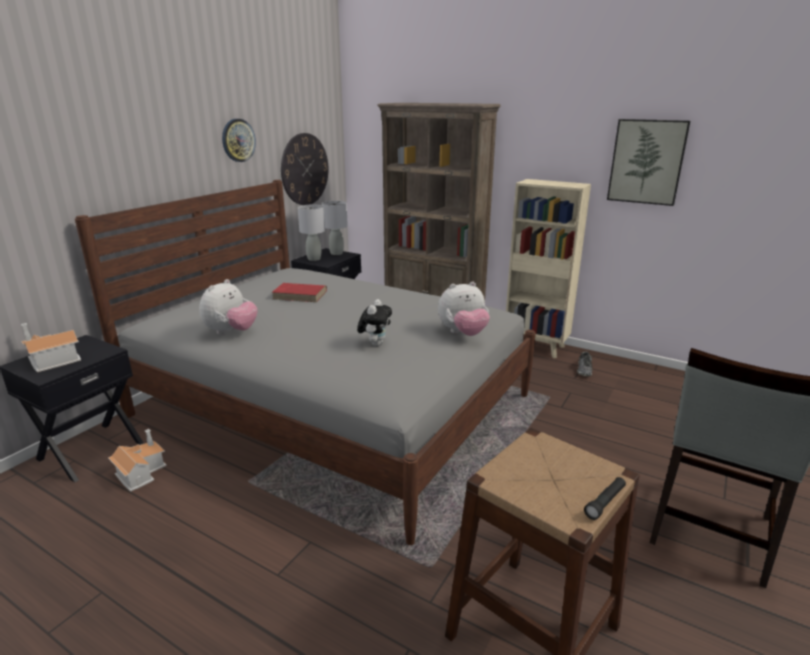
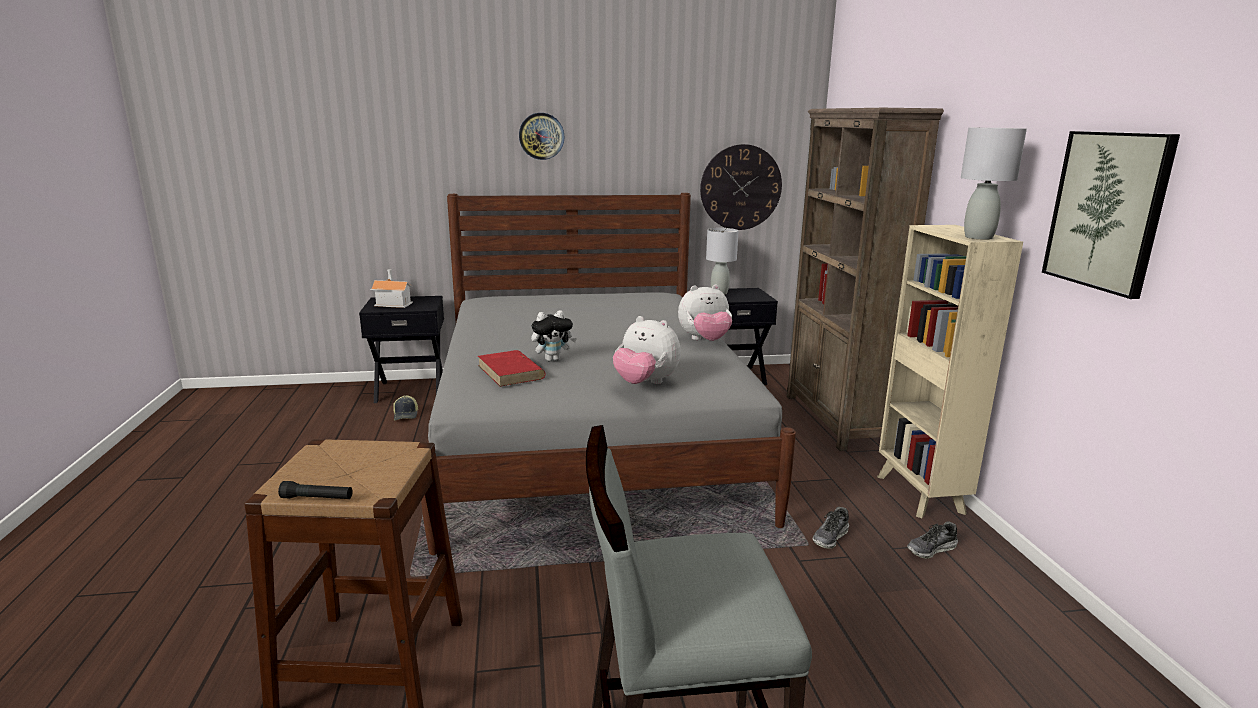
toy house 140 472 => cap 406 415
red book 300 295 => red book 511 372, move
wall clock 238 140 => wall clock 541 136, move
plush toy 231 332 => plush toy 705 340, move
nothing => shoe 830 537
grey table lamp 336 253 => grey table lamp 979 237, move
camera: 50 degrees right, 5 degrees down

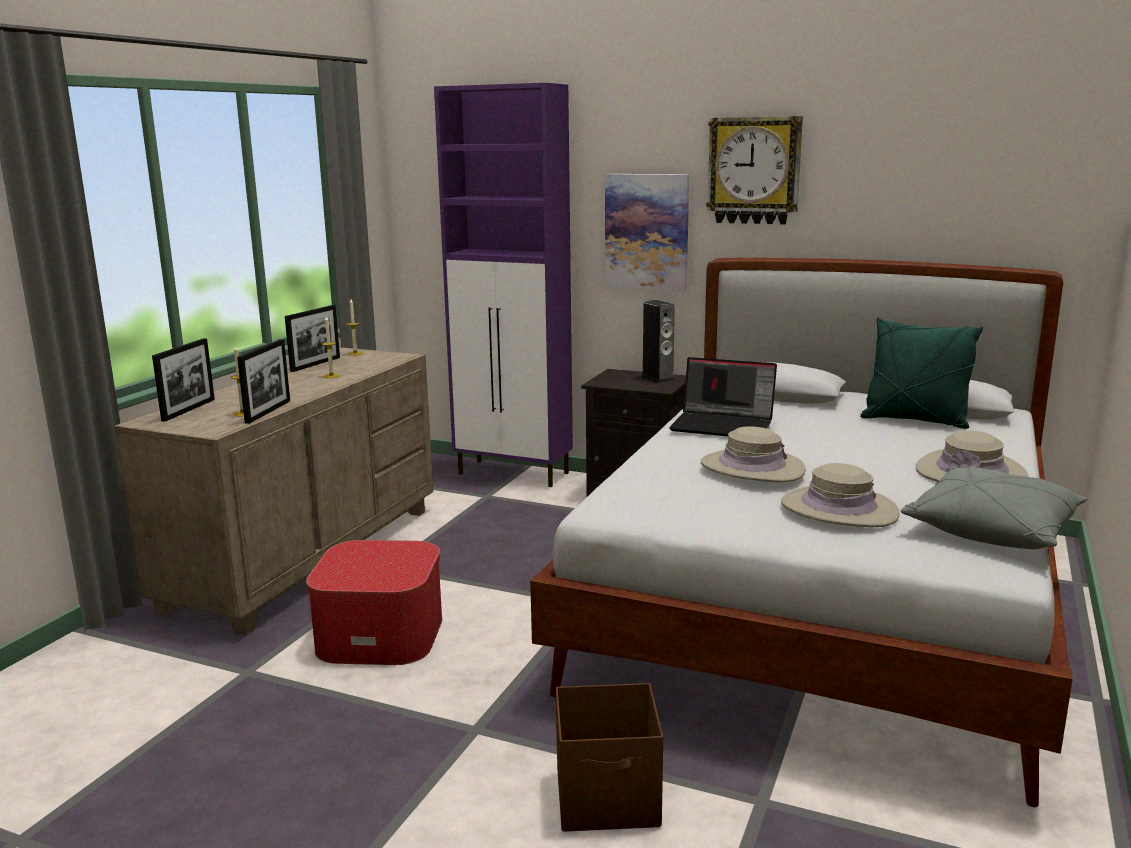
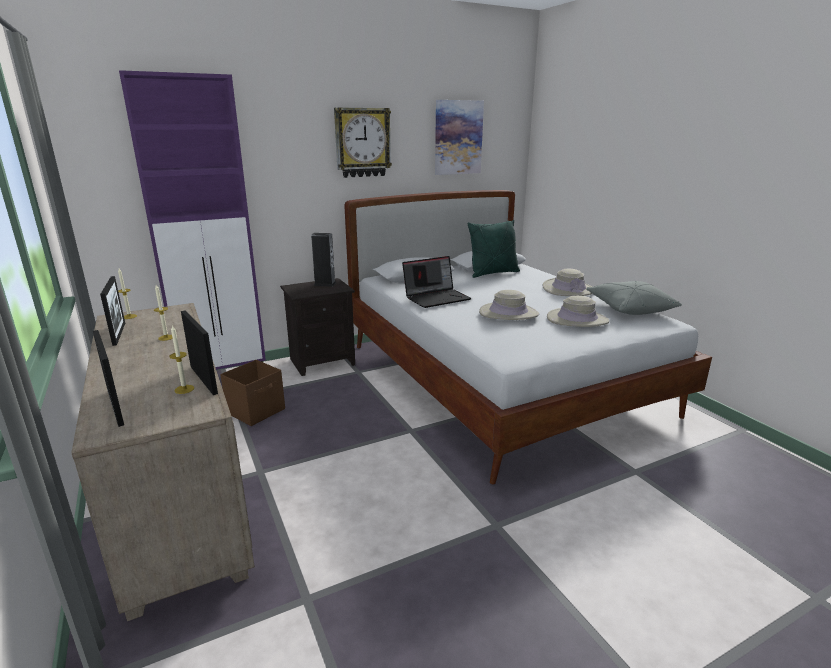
brown storage box 609 799 => brown storage box 257 411, move
picture 647 231 => picture 458 137, move
ottoman 381 634 => nothing
camera: 50 degrees left, 5 degrees up

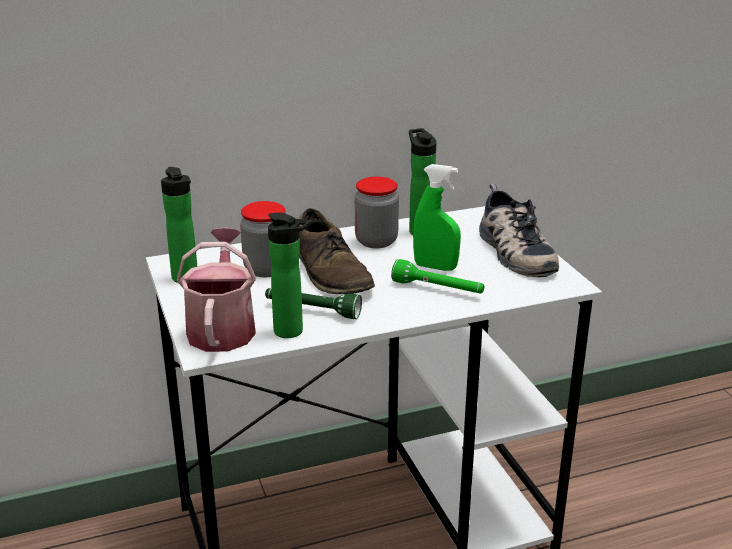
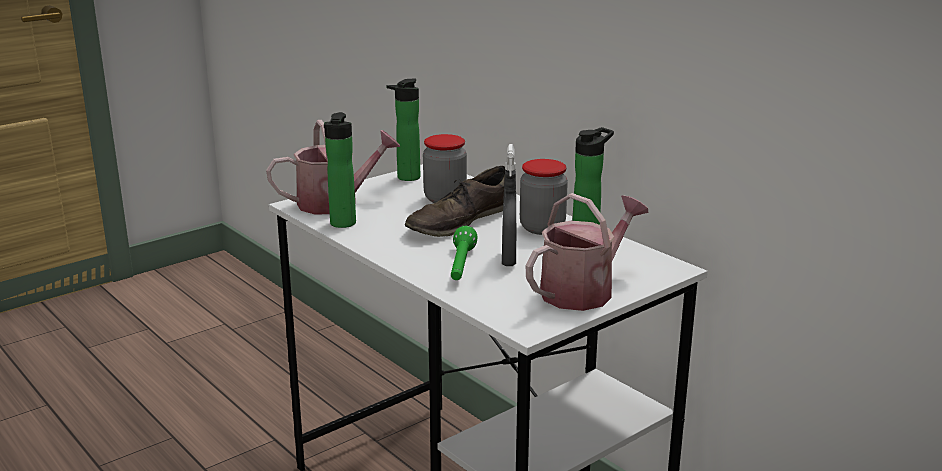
green spray bottle 435 267 => grey spray bottle 508 259
shoe 513 251 => watering can 583 290
green flashlight 312 310 => nothing
camera: 70 degrees right, 5 degrees down

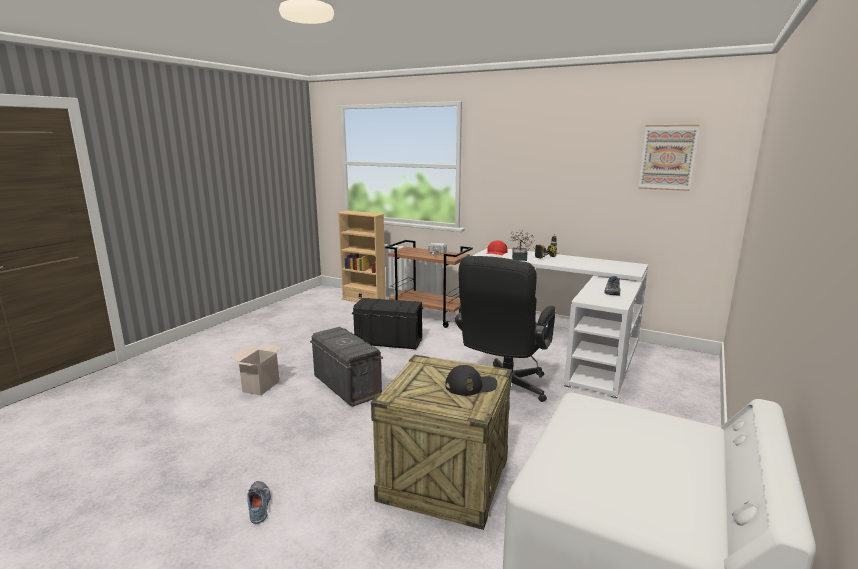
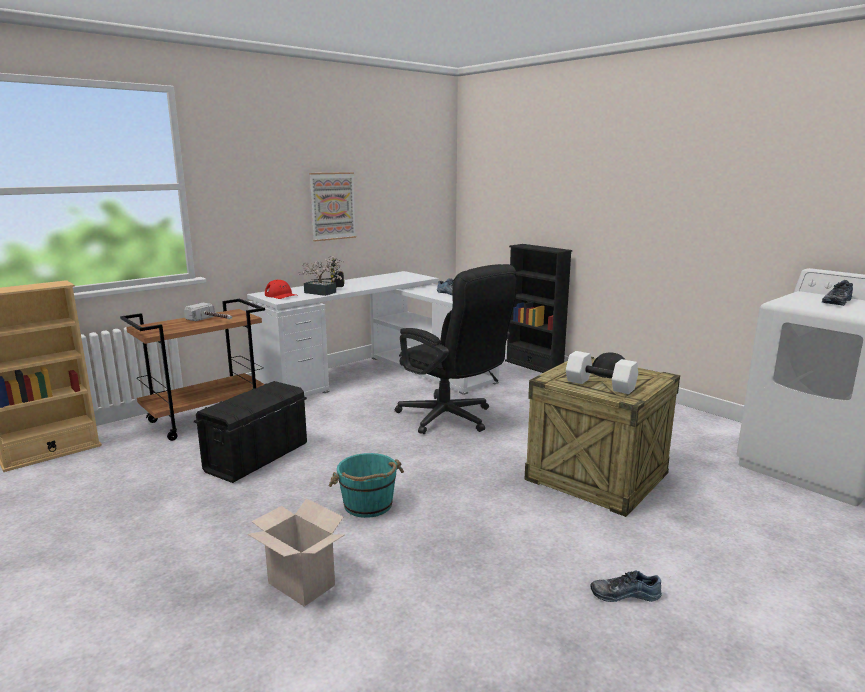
picture 667 157 => picture 332 206, move
grey storage box 347 386 => turquoise bucket 368 505
nothing => black bookcase 534 366
nothing => white dumbbell 599 385
nothing => shoe 836 302
camera: 70 degrees left, 0 degrees up

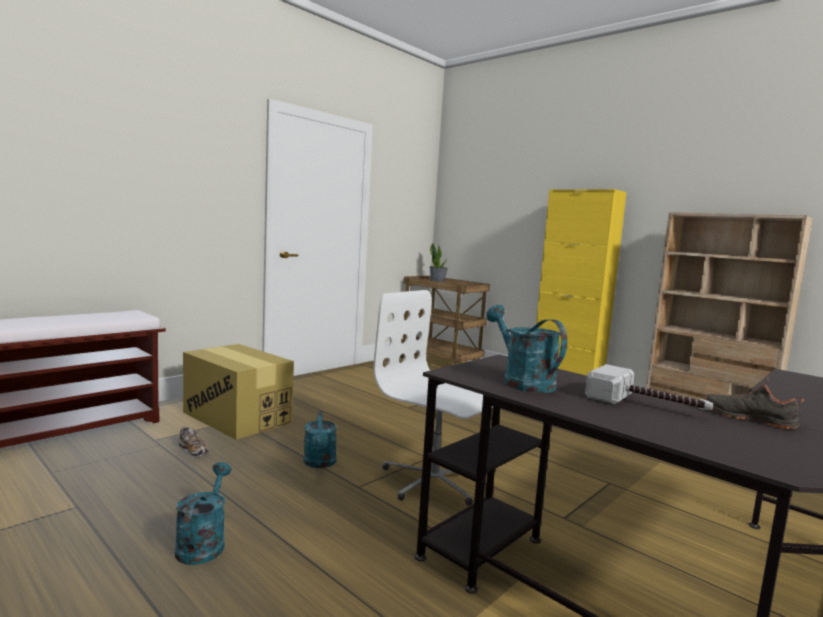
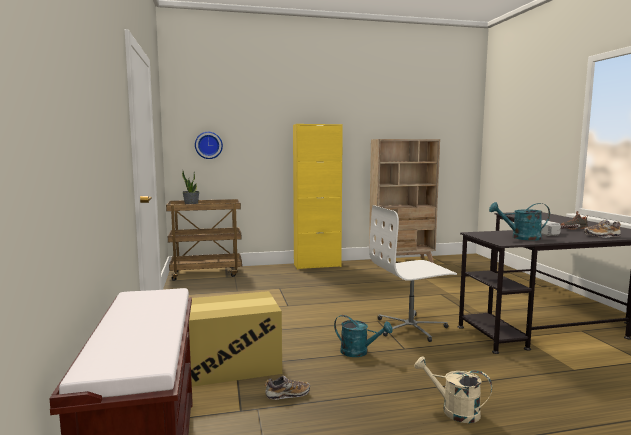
nothing => wall clock 208 145
turquoise watering can 203 543 => beige watering can 453 410
nothing => shoe 602 236
camera: 55 degrees left, 0 degrees up

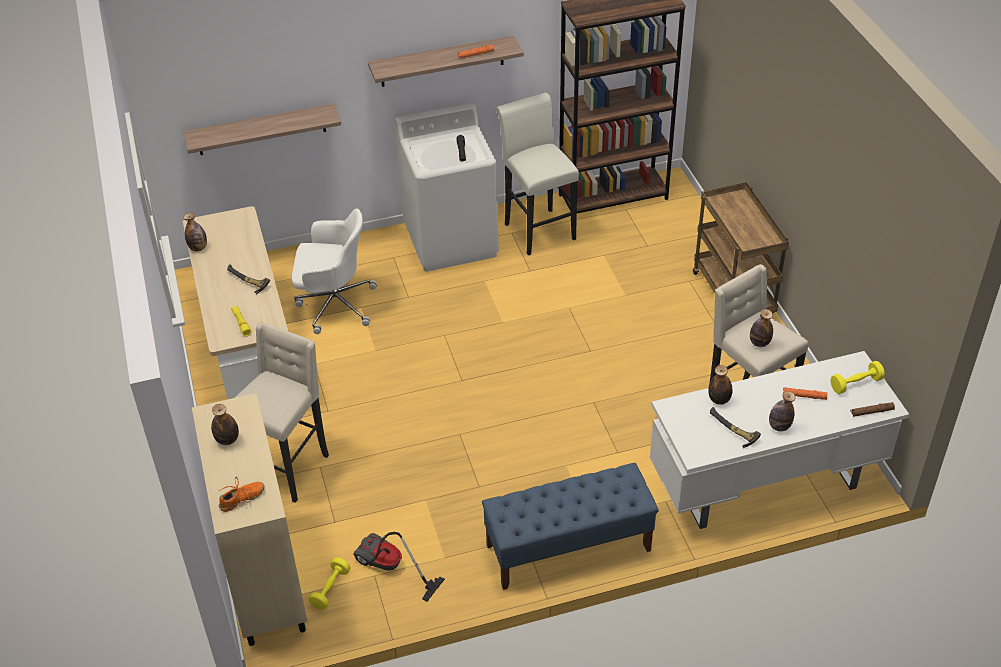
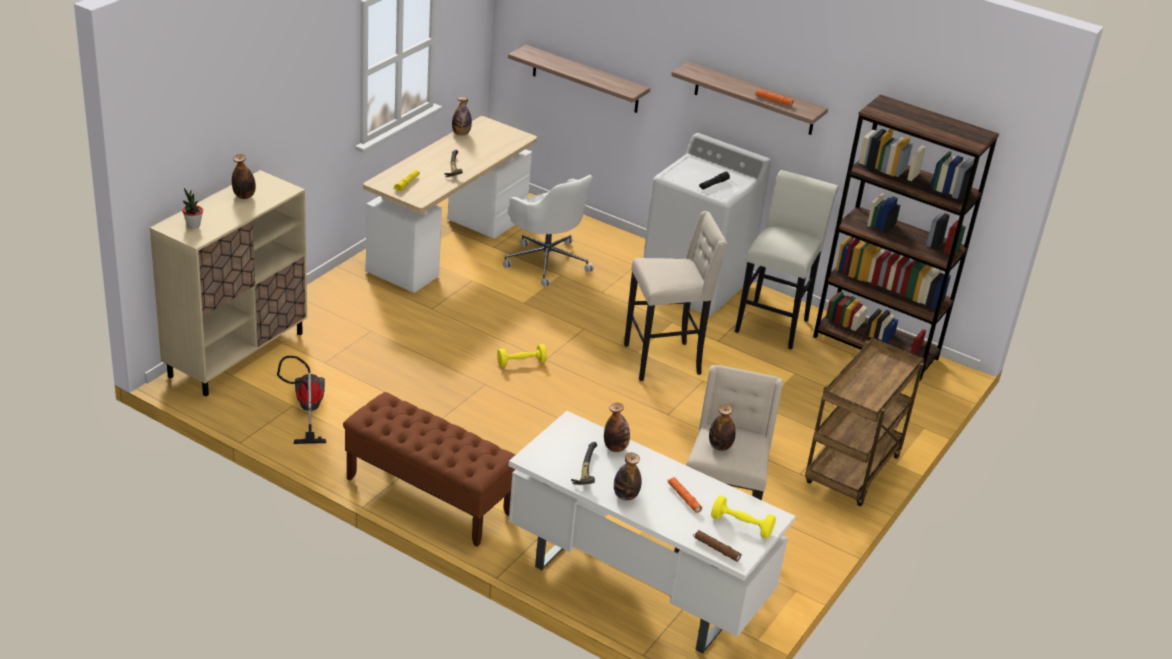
orange shoe 242 499 => potted plant 193 225
blue bench 568 548 => brown bench 428 496
yellow dumbbell 330 589 => yellow dumbbell 521 363, move
beige stool 288 467 => beige stool 664 360, move
camera: 45 degrees right, 10 degrees down

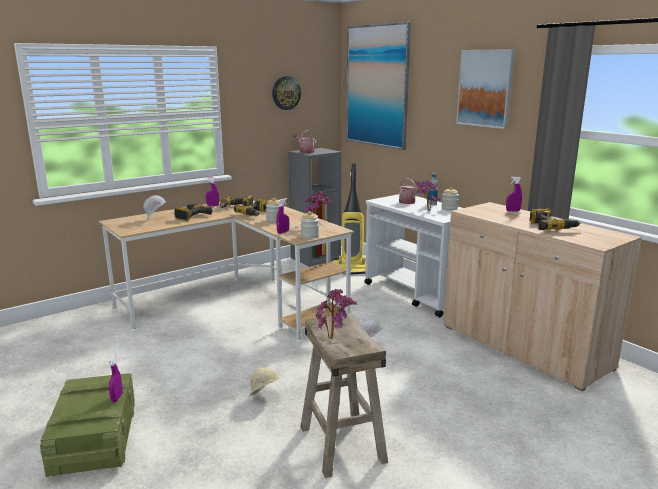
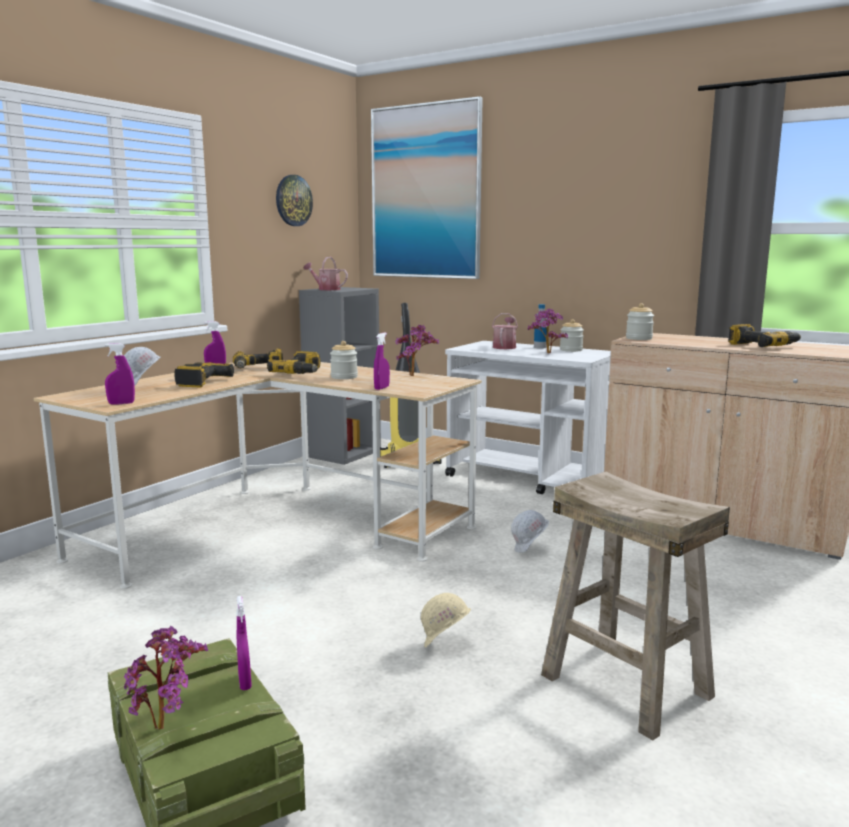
purple spray bottle 512 211 => purple spray bottle 121 403, move
potted plant 334 338 => potted plant 168 727, move
jar 310 235 => jar 639 338, move
picture 485 88 => nothing
camera: 20 degrees left, 5 degrees down

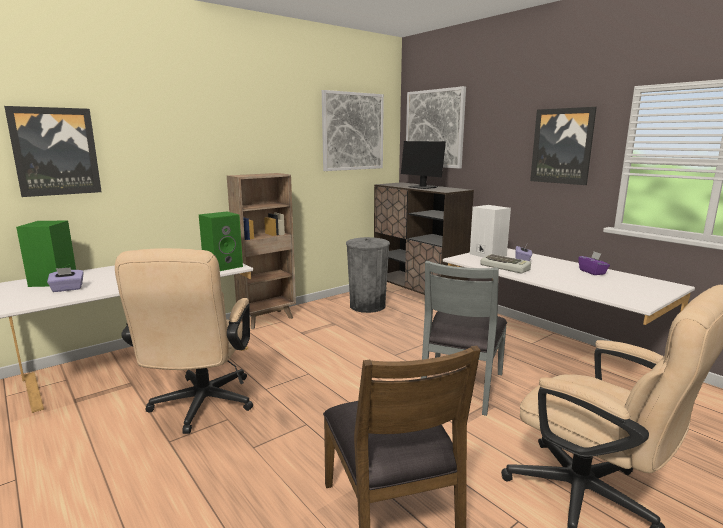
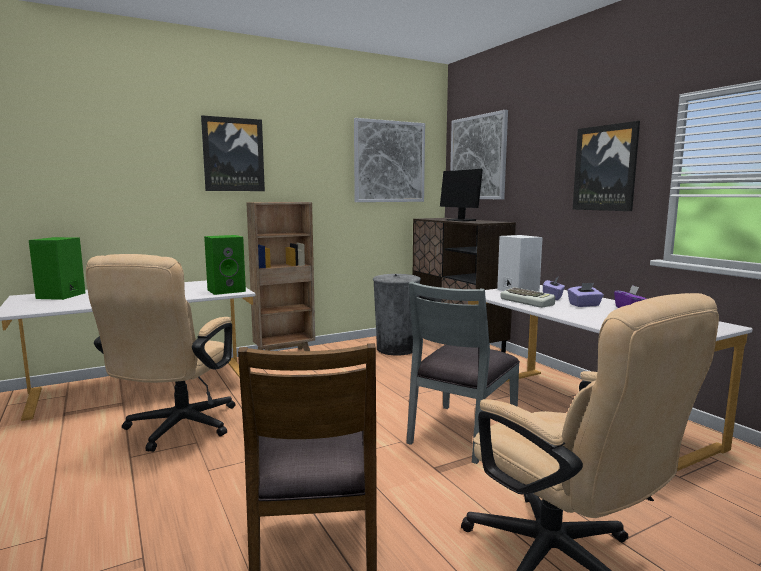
picture 55 151 => picture 233 154, move
purple tissue box 67 289 => purple tissue box 584 305, move
camera: 10 degrees right, 5 degrees down

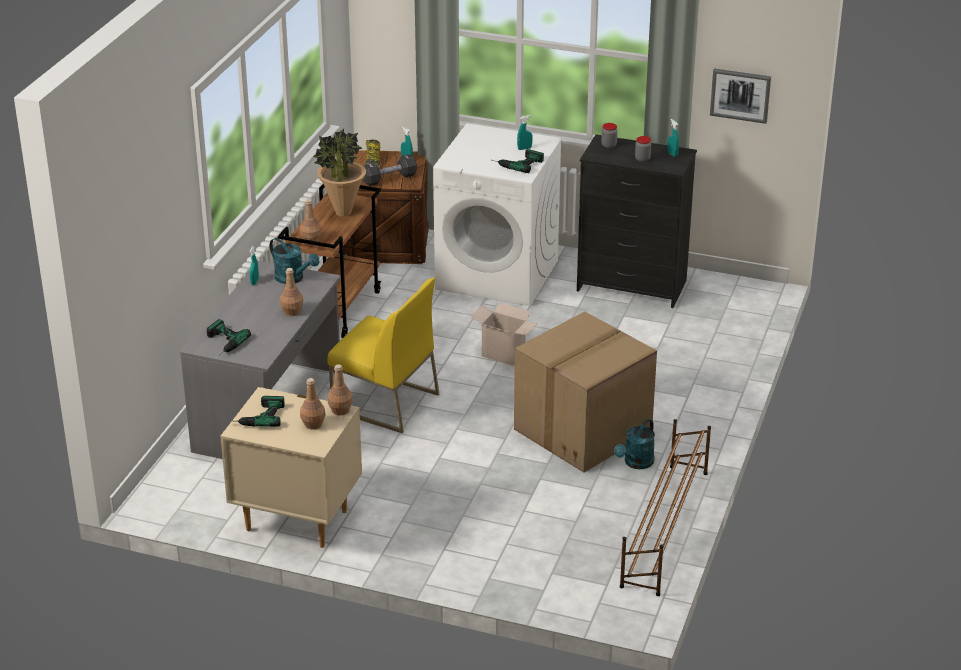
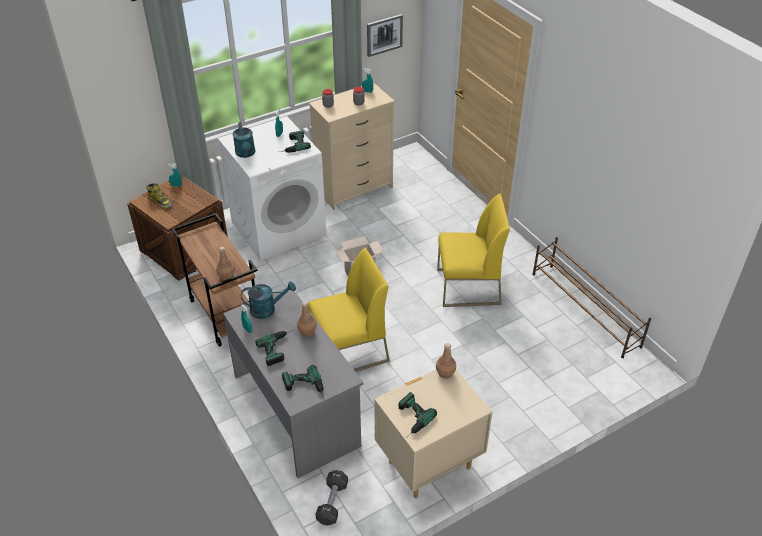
turquoise watering can 636 463 => turquoise watering can 246 154, move
nothing => power drill 279 348
black dresser 631 286 => beige dresser 354 189
black dumbbell 389 179 => black dumbbell 332 502, move
cardboard box 582 432 => yellow chair 468 287
brown bottle 313 424 => nothing
potted plant 343 212 => nothing
camera: 50 degrees left, 10 degrees up

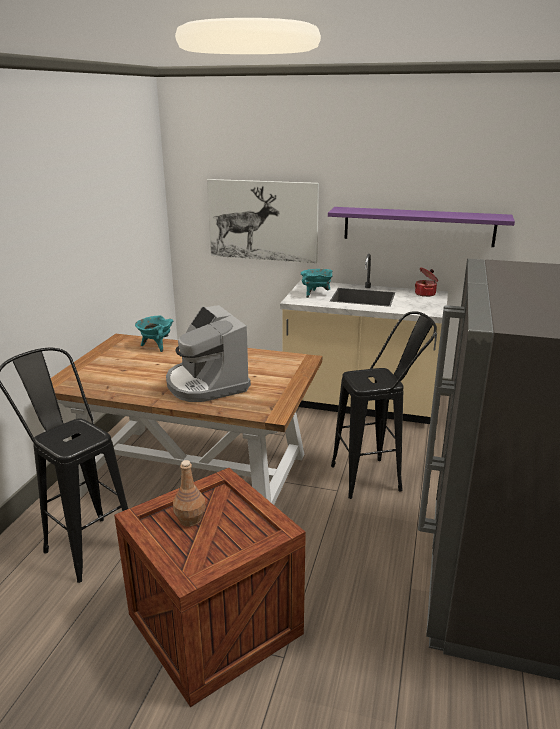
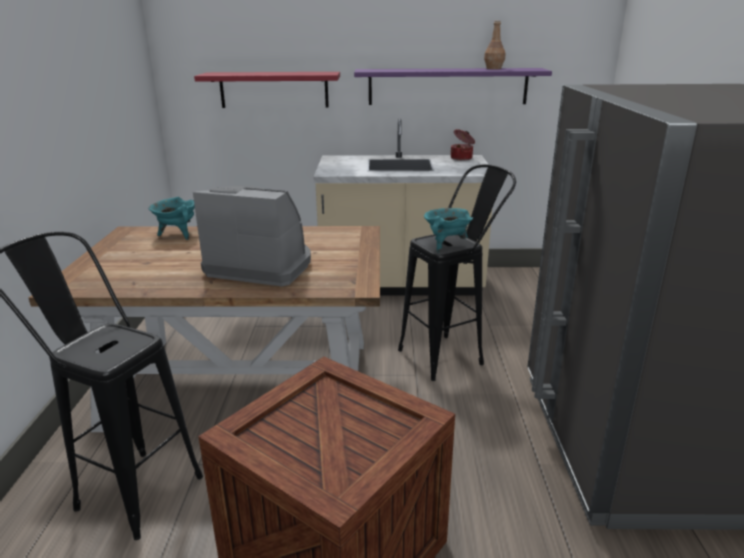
coffee machine 206 384 => coffee machine 261 266, 150 degrees clockwise
picture 262 220 => red shelf 274 89
turquoise cooking pot 316 294 => turquoise cooking pot 446 245, move
brown bottle 190 519 => brown bottle 494 68, move
camera: 15 degrees left, 0 degrees up

